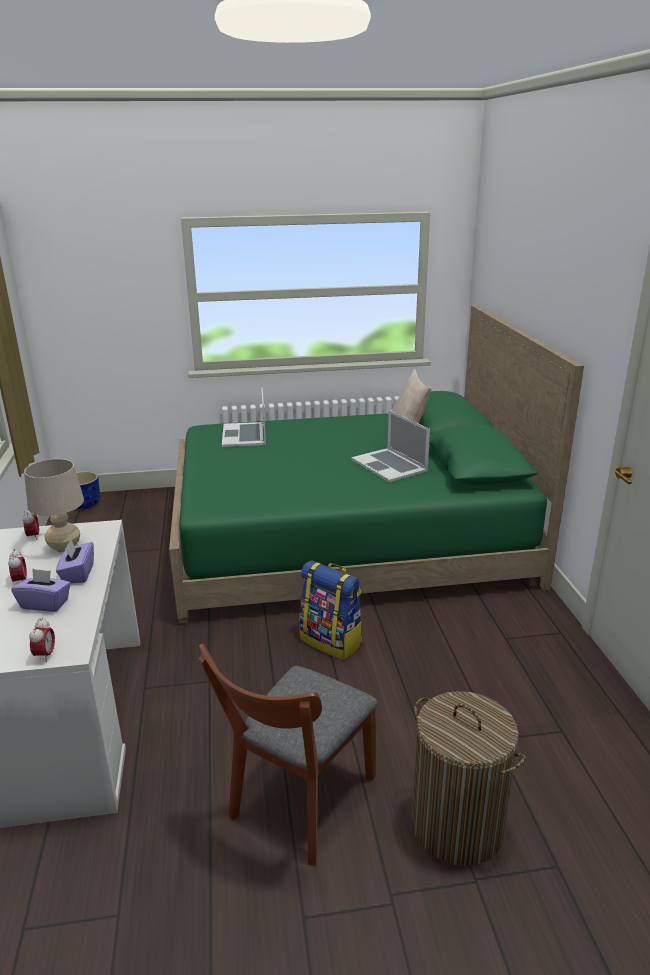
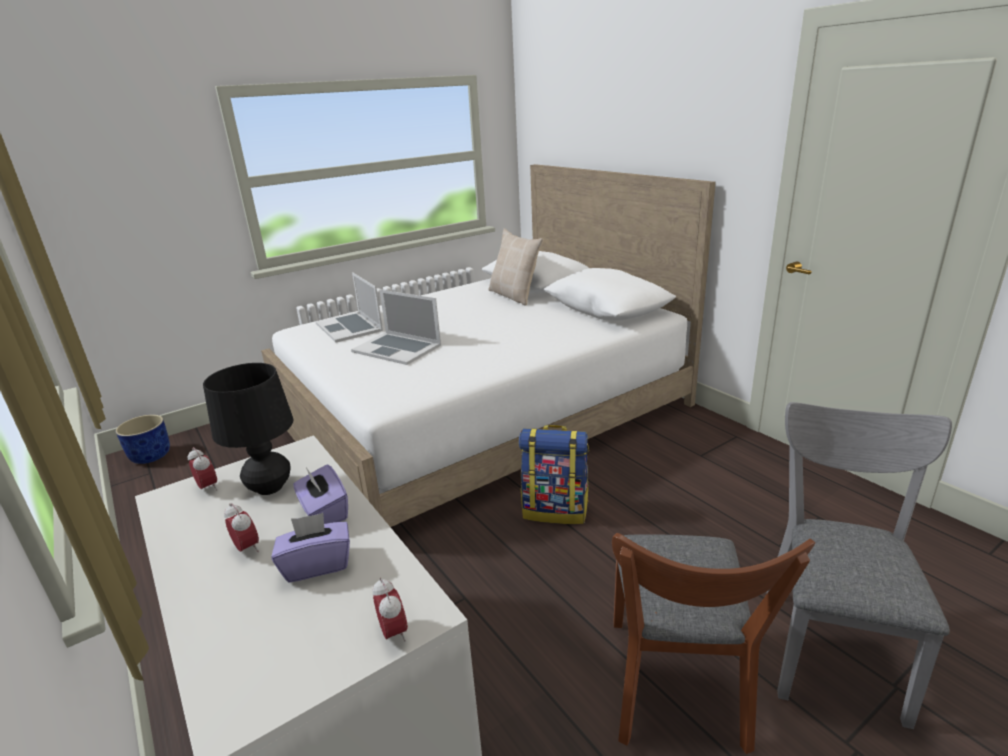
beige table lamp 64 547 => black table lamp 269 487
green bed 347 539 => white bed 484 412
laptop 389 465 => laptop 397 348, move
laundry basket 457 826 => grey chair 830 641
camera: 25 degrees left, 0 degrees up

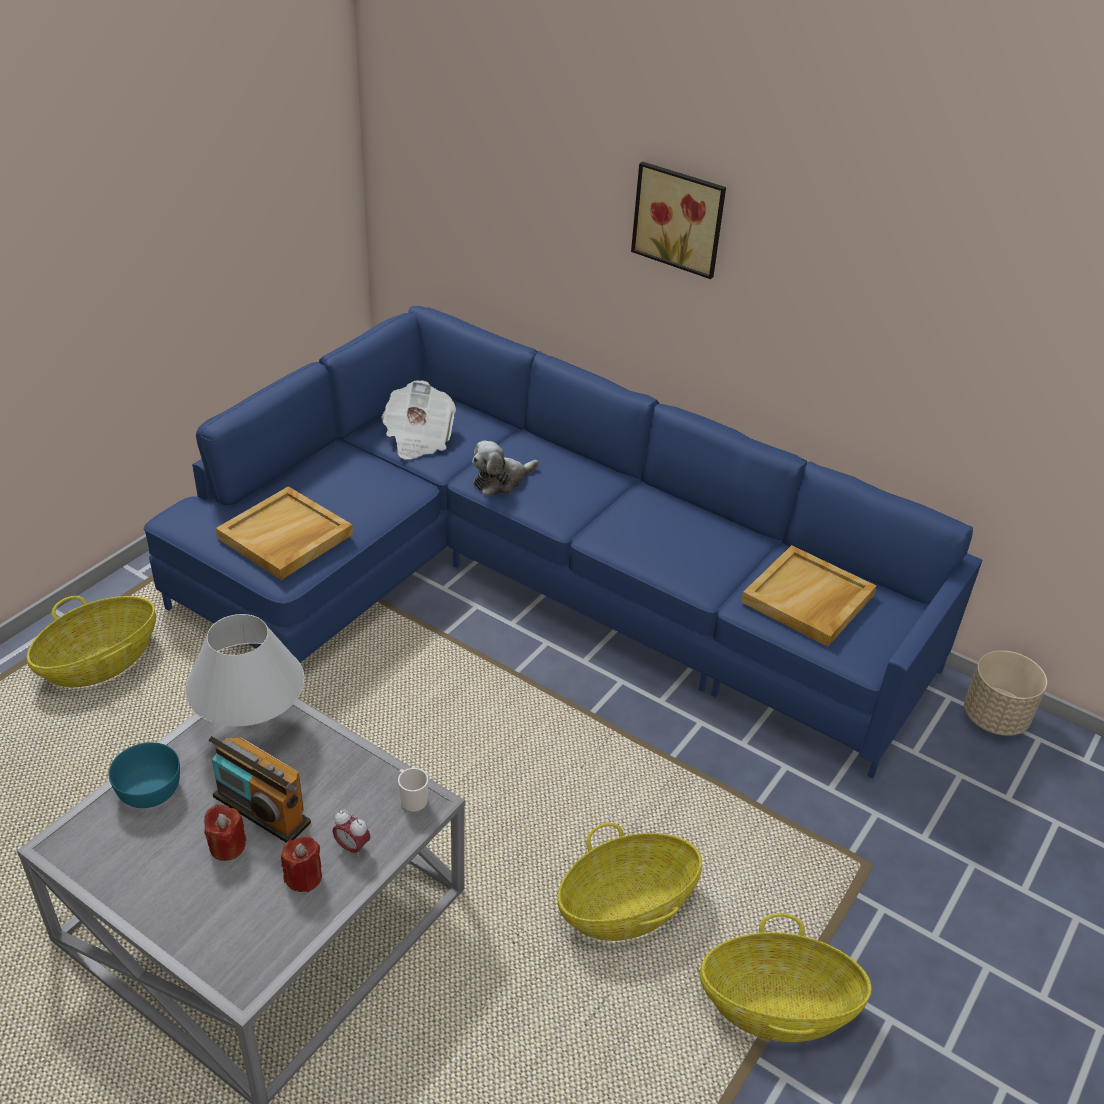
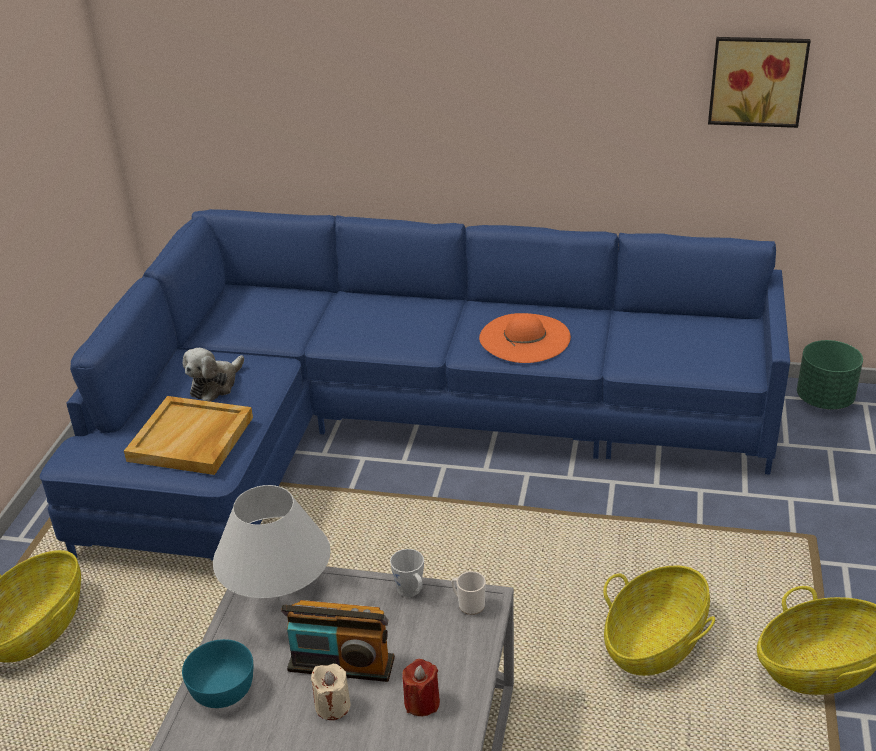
plush toy 501 481 => plush toy 215 385, move
red candle 227 846 => beige candle 332 706
nothing => grey mug 411 591
nothing => orange hat 524 338
picture 680 218 => picture 757 80, move
beige planter 995 718 => green planter 825 400
alarm clock 352 847 => nothing
newspaper 418 438 => nothing
beige tray 808 600 => nothing
camera: 20 degrees left, 5 degrees down

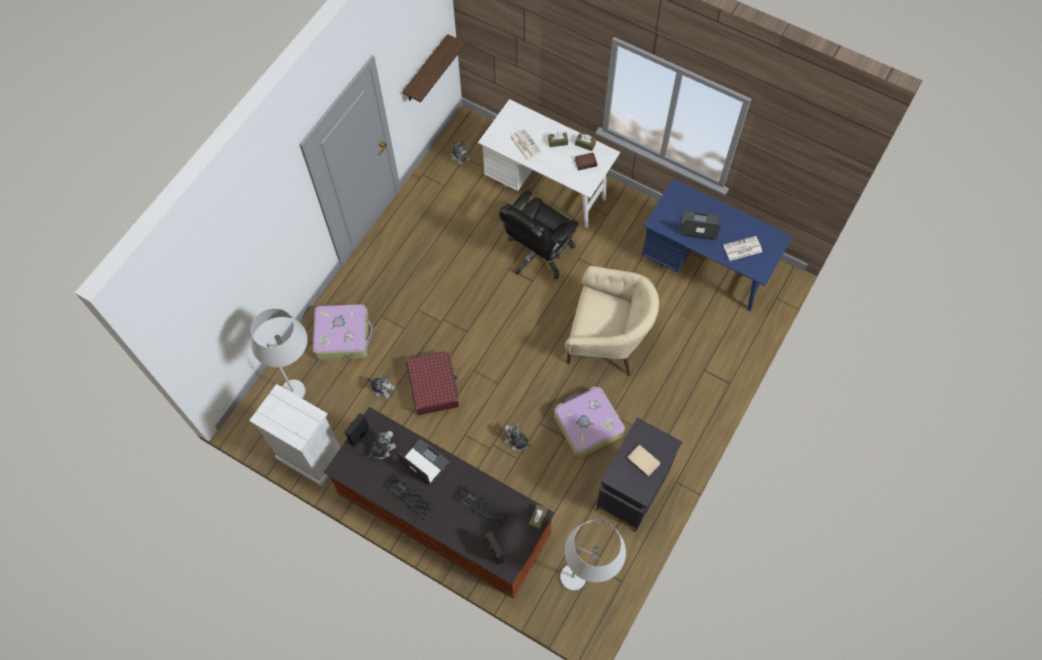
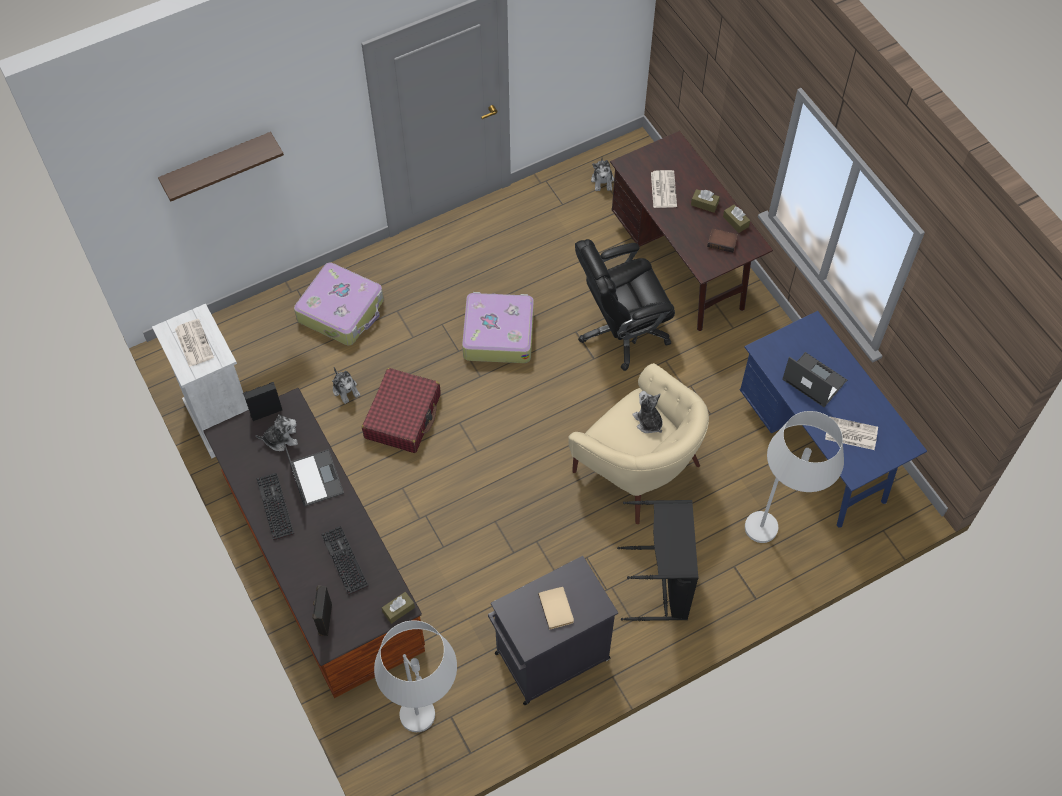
shelf 426 70 => shelf 218 165, move
nothing => newspaper 193 342
suitcase 587 425 => suitcase 498 334, move
white desk 547 188 => brown desk 681 264
nothing => black laundry basket 662 583
plush toy 517 441 => plush toy 648 421, move
white floor lamp 306 394 => white floor lamp 776 539, move
camera: 30 degrees right, 5 degrees down

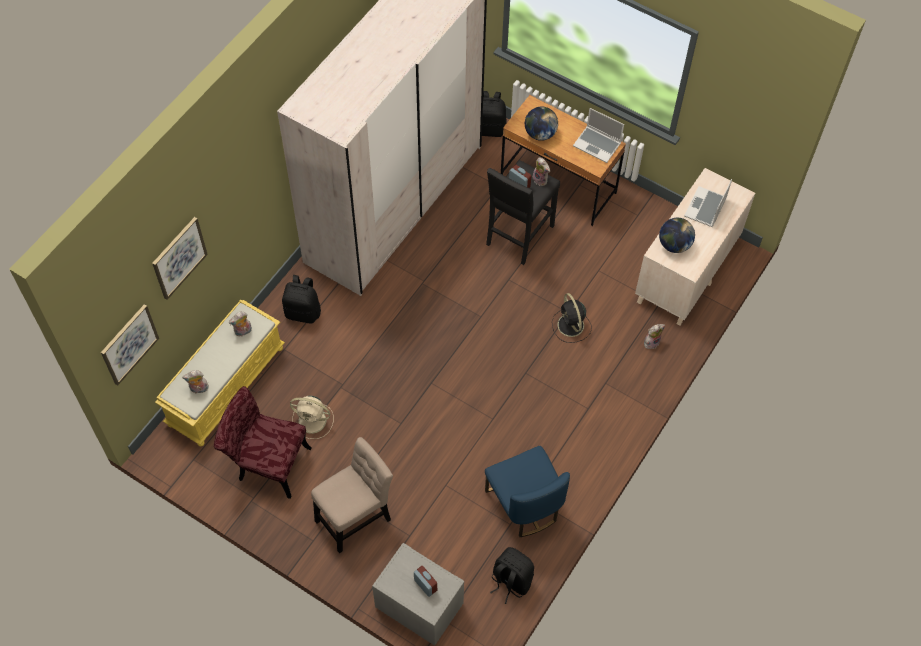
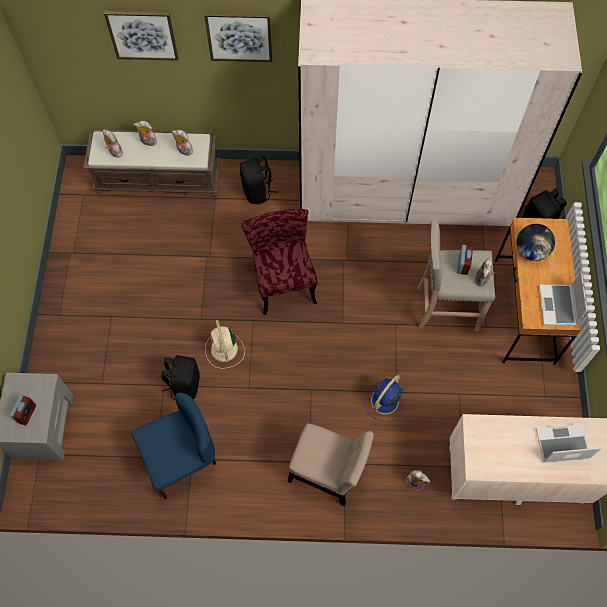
yellow bench 226 385 => brown bench 159 178
blue chair 524 504 => blue chair 181 459, 150 degrees counterclockwise
nothing => plush toy 148 142
black backpack 510 581 => black backpack 184 385, move
picture 129 344 => picture 239 36, move
beige fan 313 421 => beige fan 224 350, move
red chair 267 462 => red chair 283 279, move
beige chair 356 517 => beige chair 328 474, move
black fan 571 326 => blue fan 384 402
black stool 518 236 => beige stool 445 308
globe 674 245 => nothing
camera: 60 degrees right, 5 degrees up

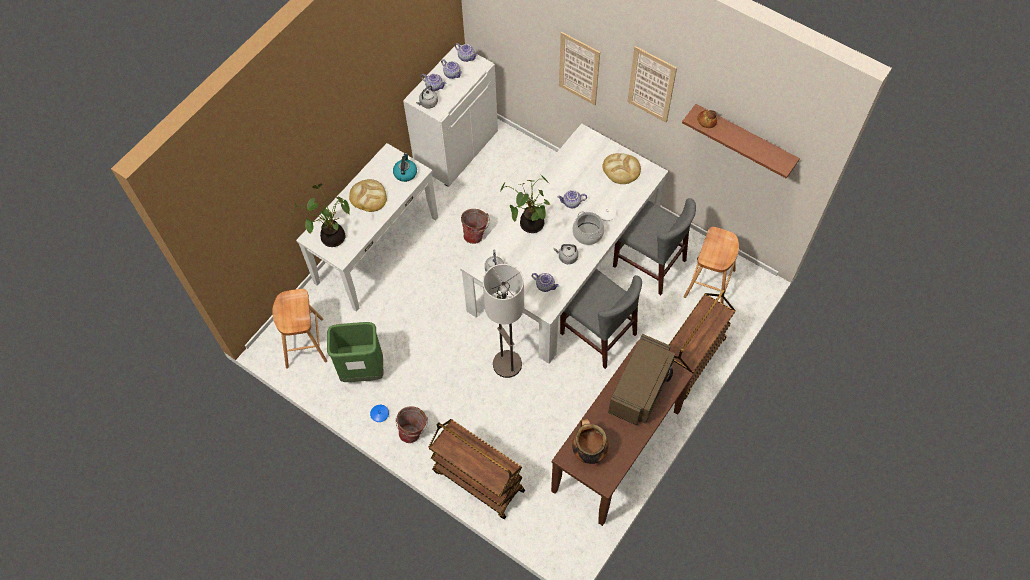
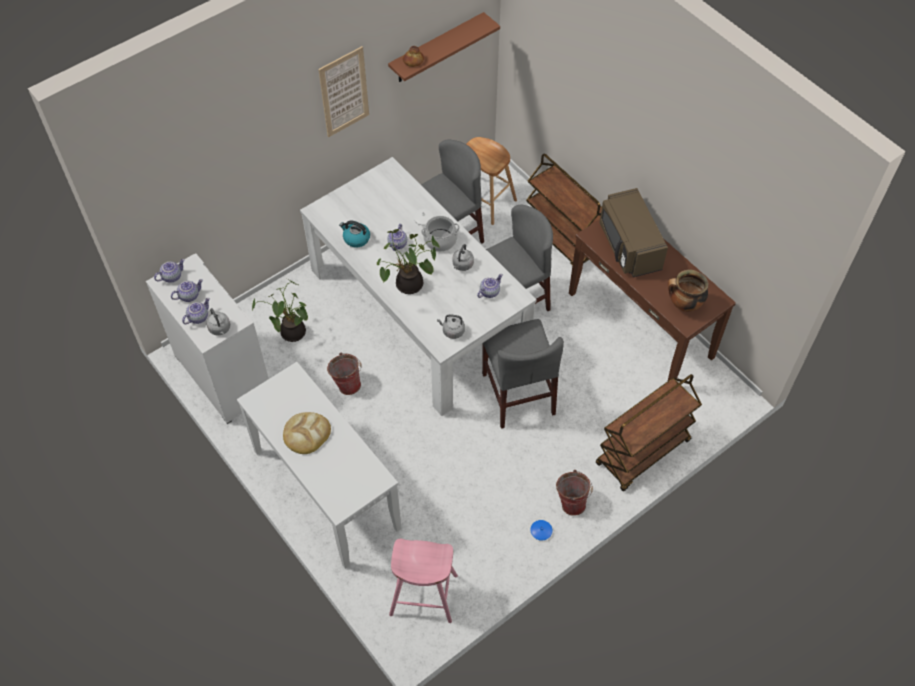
potted plant 332 236 => potted plant 291 333, move
kettle 405 173 => kettle 356 238, move
brown stool 305 343 => pink stool 424 595
floor lamp 507 364 => grey chair 518 394
brown microwave 641 389 => brown microwave 628 246, 150 degrees counterclockwise
green trash can 363 371 => nothing
picture 579 69 => nothing
bread 621 169 => nothing
camera: 75 degrees left, 5 degrees down

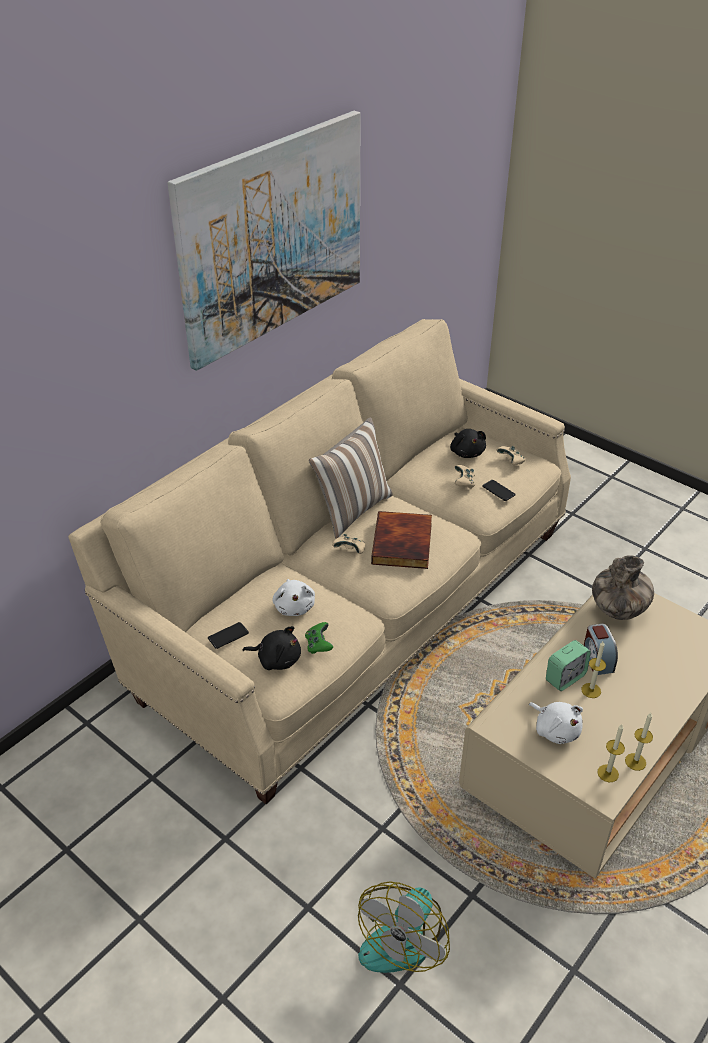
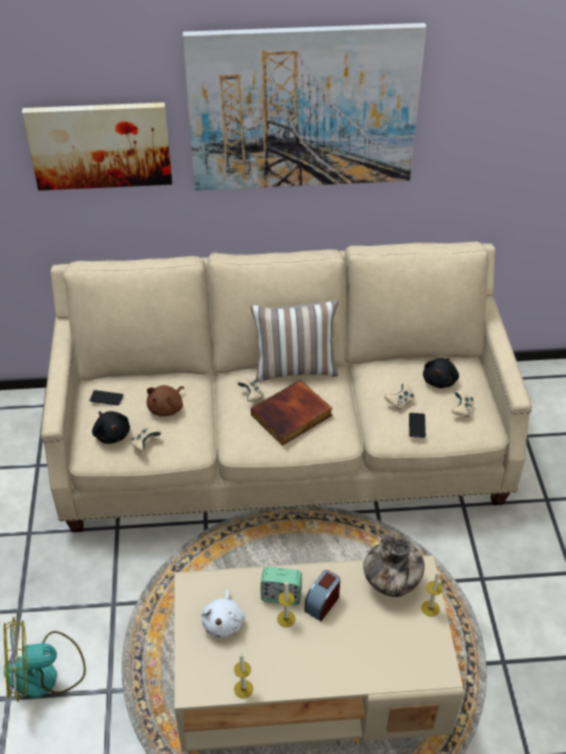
nothing => picture 100 145
green game controller 318 645 => beige game controller 145 443
white plush toy 294 606 => brown plush toy 167 408
candle 608 773 => candle 430 608, move
camera: 45 degrees right, 5 degrees up

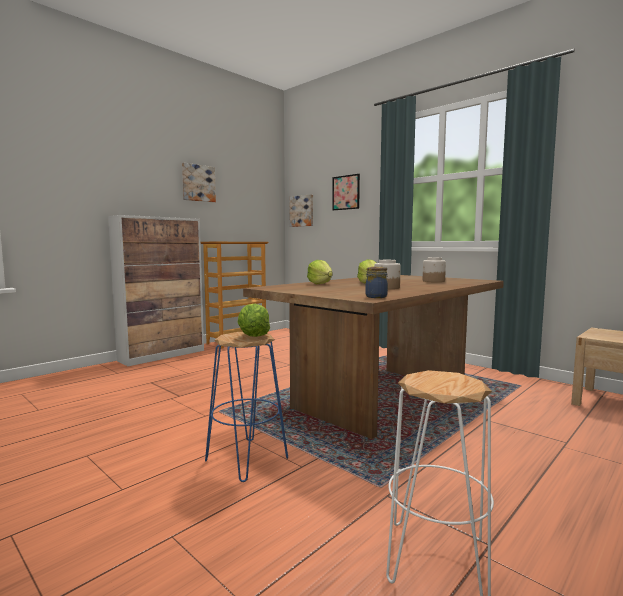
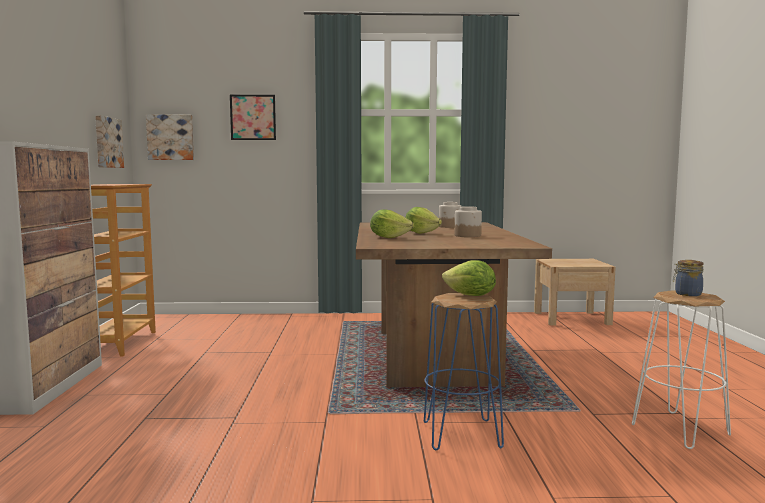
picture 198 183 => picture 107 142, move
jar 375 297 => jar 687 294, move
camera: 45 degrees left, 0 degrees up

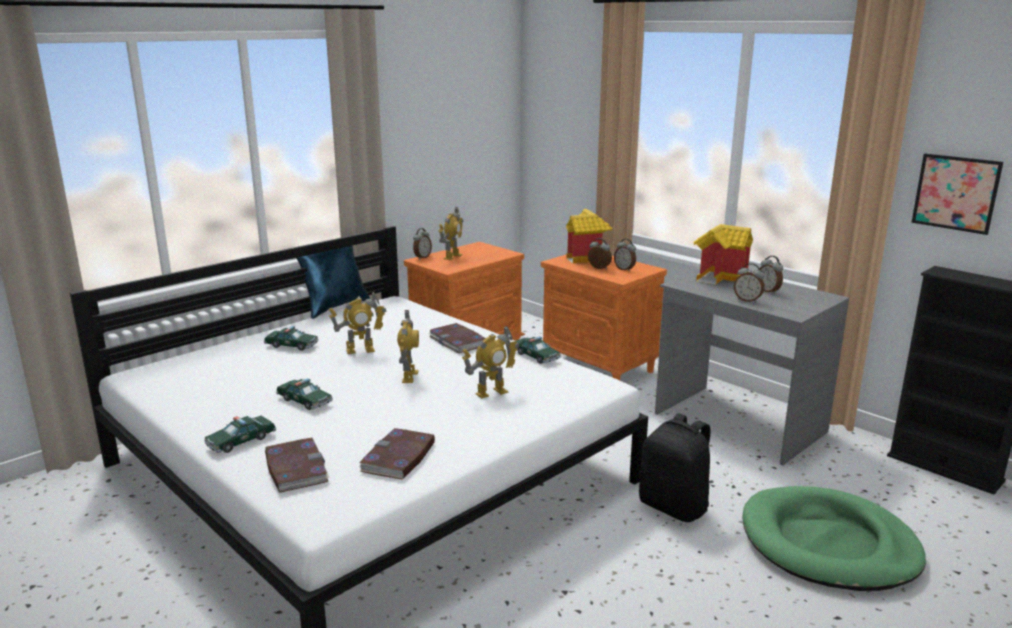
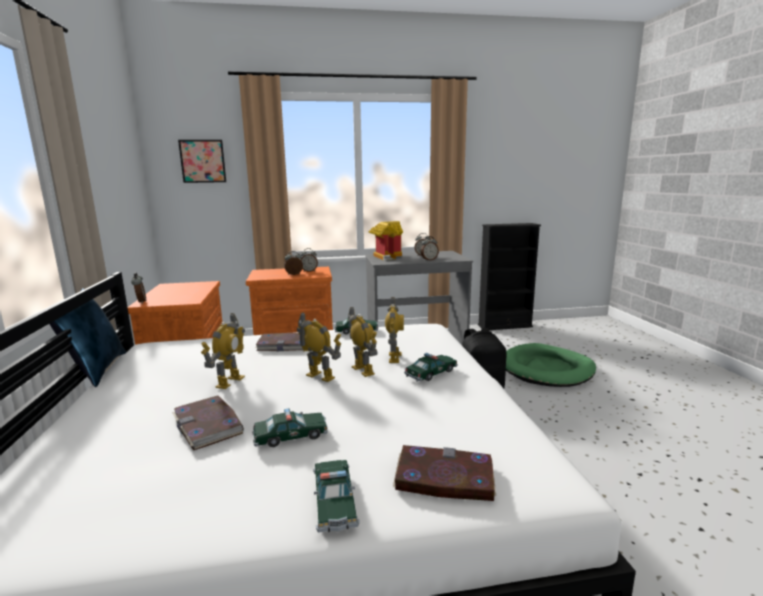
book 398 457 => book 208 425, move
picture 956 193 => picture 203 161, move
toy robot 452 256 => toy robot 363 370, move
toy car 291 345 => toy car 431 373, move
toy house 587 258 => nothing
camera: 55 degrees left, 5 degrees down

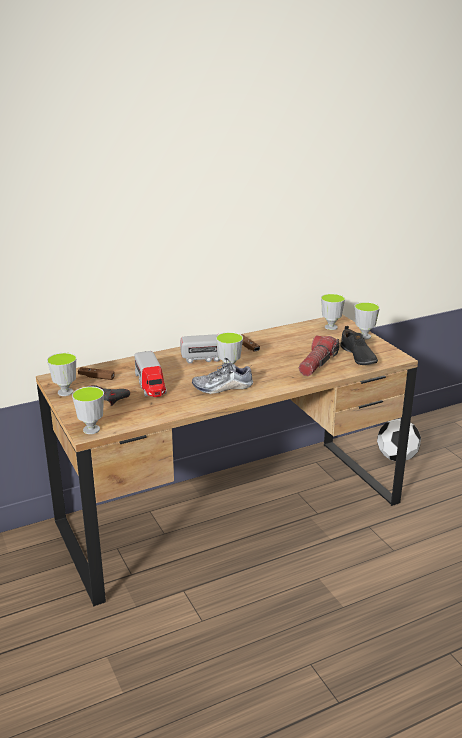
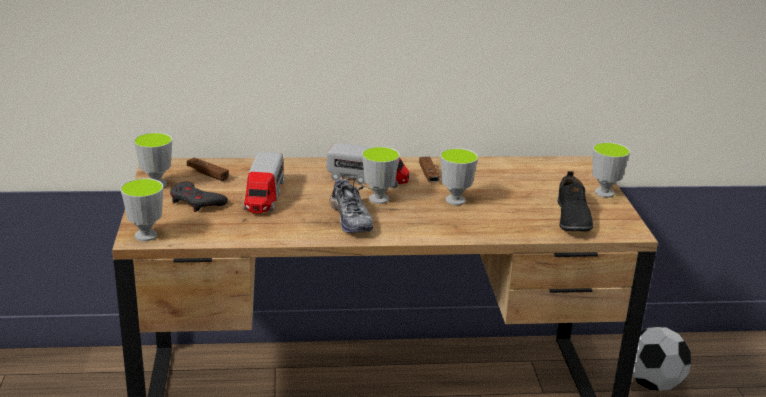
shoe 222 387 => shoe 350 219, 120 degrees counterclockwise
cup 331 327 => cup 455 200, move
flashlight 317 363 => nothing
camera: 20 degrees right, 0 degrees up

